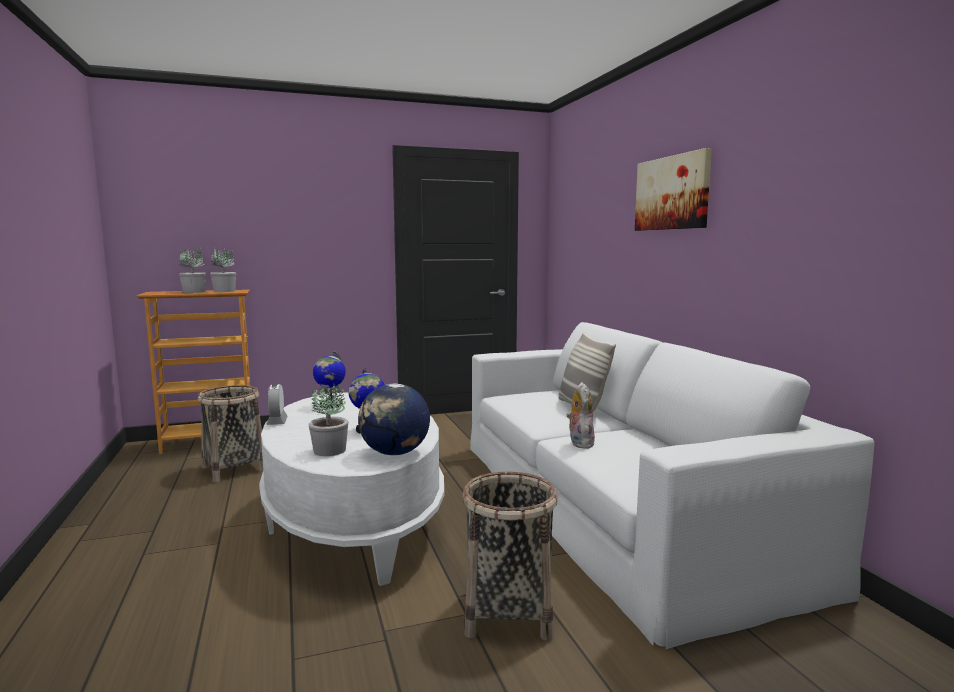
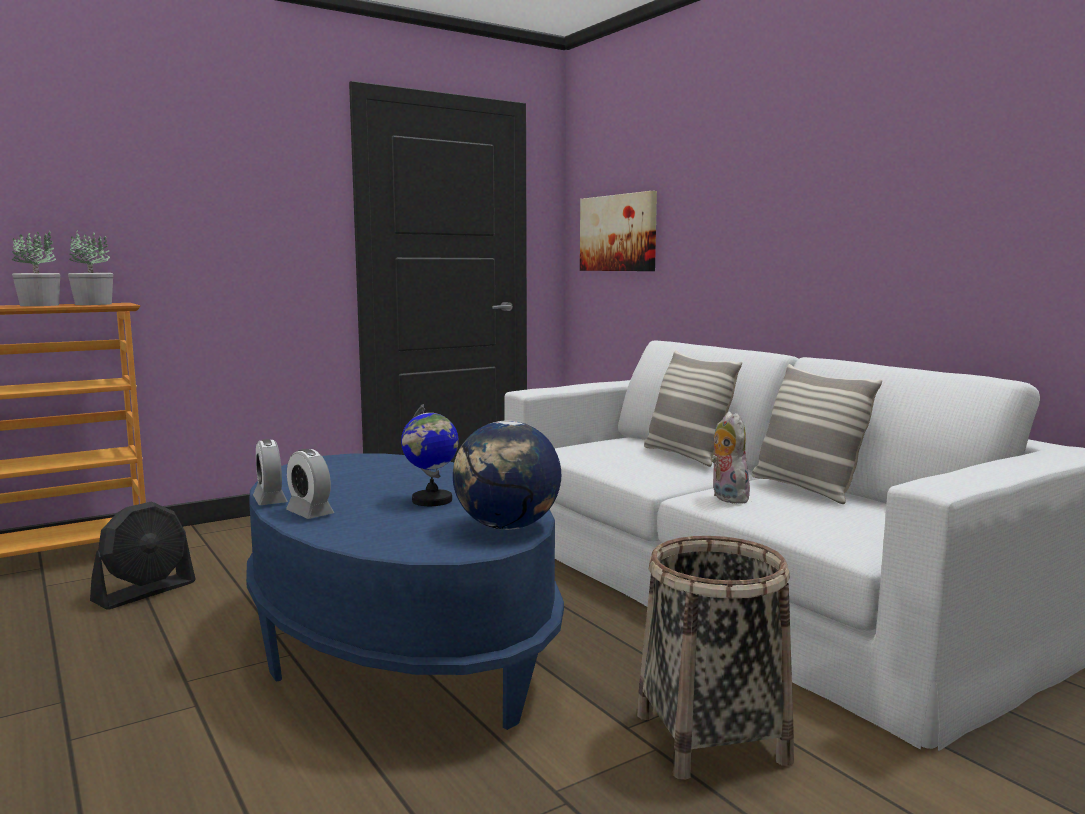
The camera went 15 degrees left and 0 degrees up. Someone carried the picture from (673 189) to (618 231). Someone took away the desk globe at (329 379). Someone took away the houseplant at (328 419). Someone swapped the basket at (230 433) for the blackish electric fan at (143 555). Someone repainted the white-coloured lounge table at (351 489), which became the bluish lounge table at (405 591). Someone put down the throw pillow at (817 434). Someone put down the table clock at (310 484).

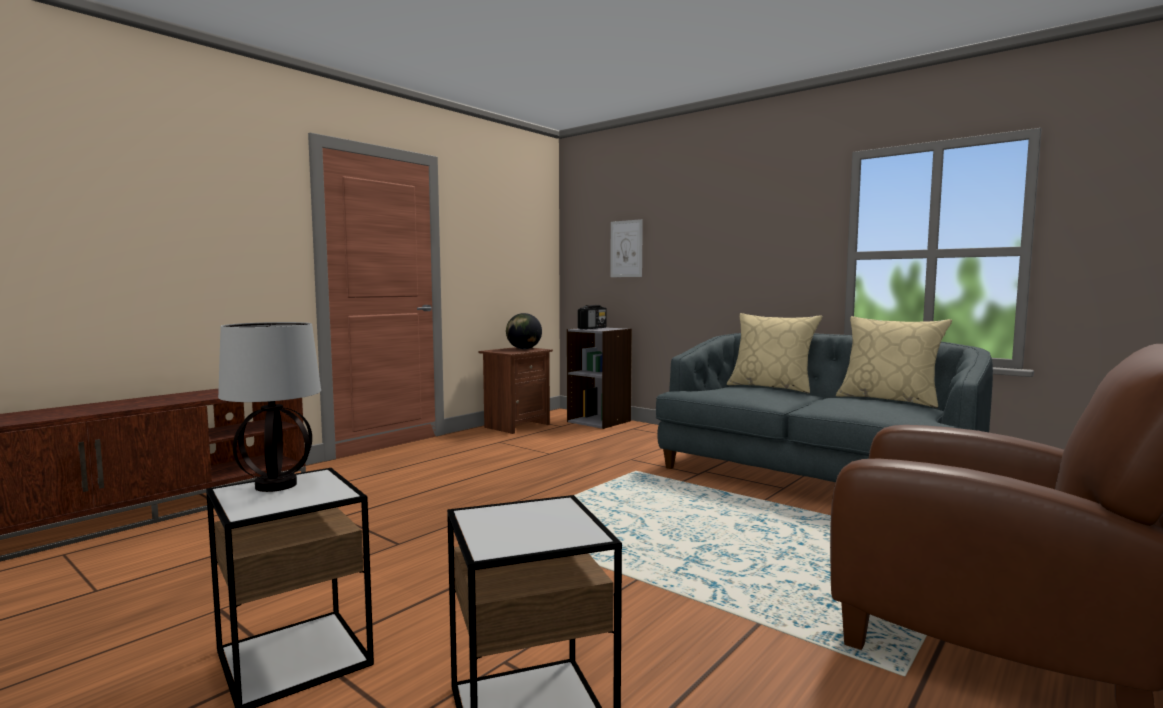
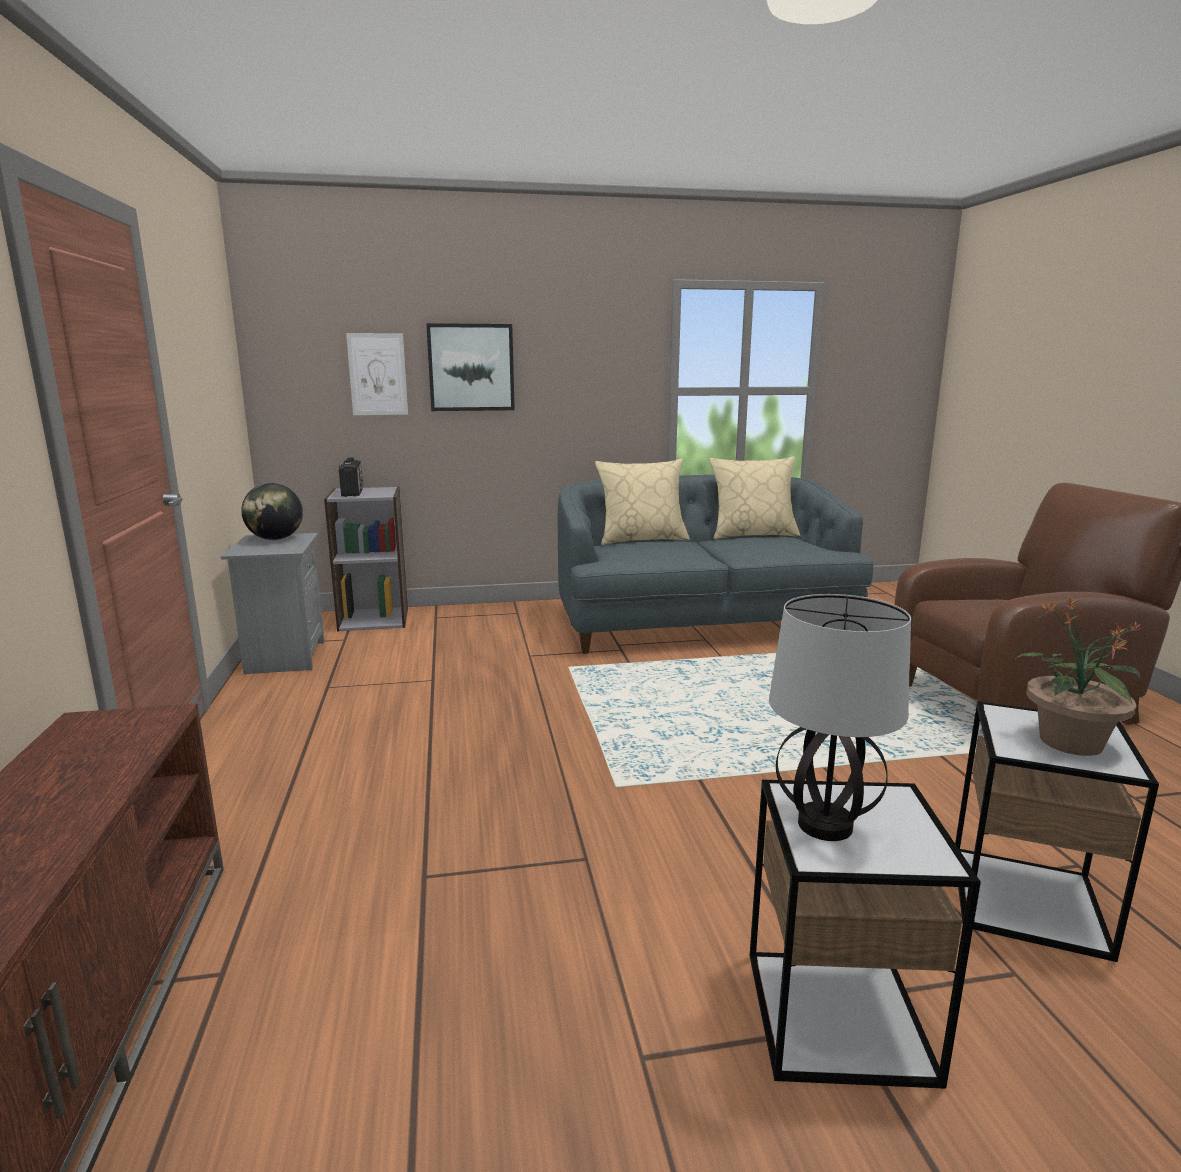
The camera went 50 degrees left and 10 degrees up. Someone repainted the brown-coloured bedside table at (515 390), which became the grey bedside table at (273 603). Someone put up the picture at (470 367). Someone put down the houseplant at (1077 676).

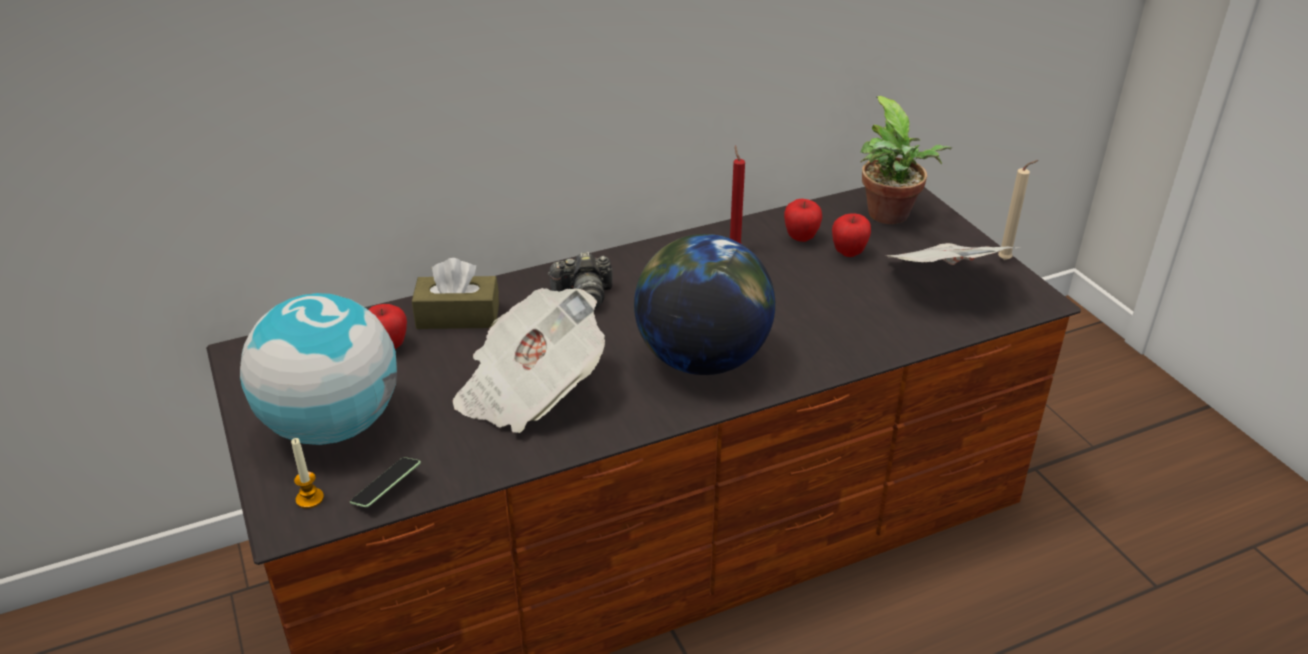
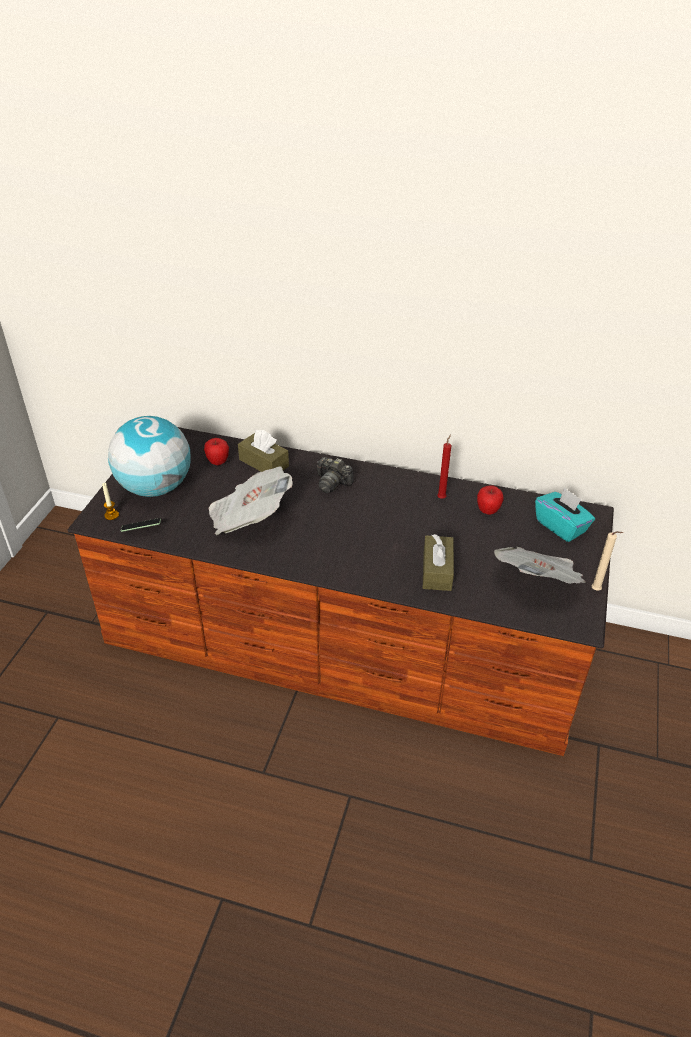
The camera went 40 degrees right and 5 degrees up. Someone swapped the houseplant at (906 160) for the blue-green tissue holder at (565 514). Someone took away the apple fruit at (851 235). Someone took away the desk globe at (704 304). Someone put down the brown-coloured tissue holder at (438 562).

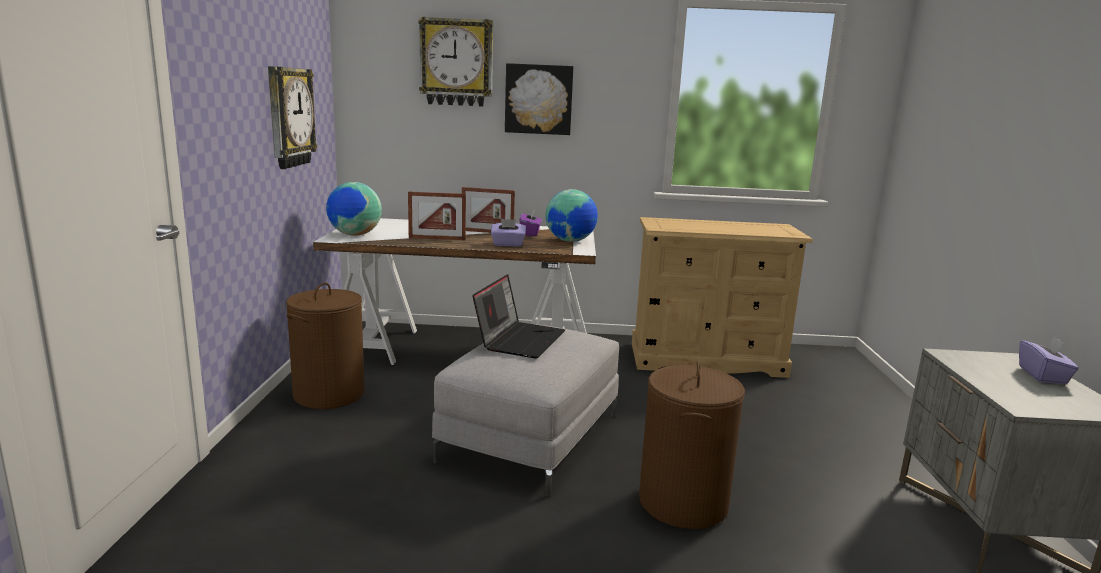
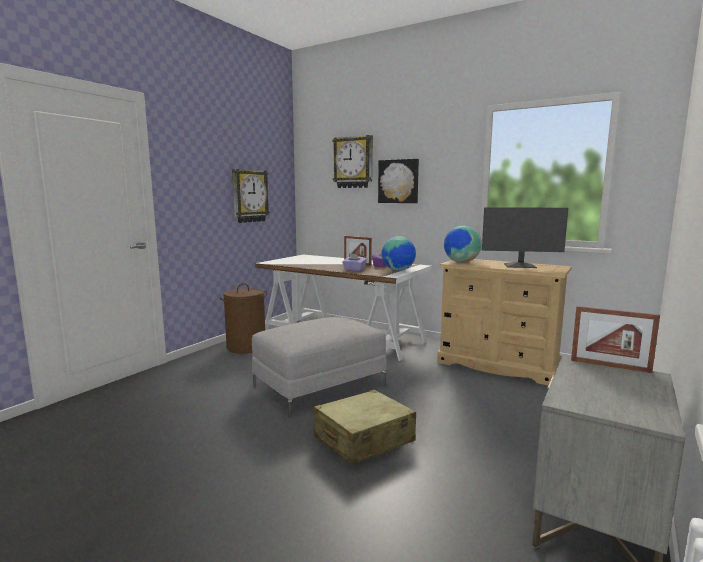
The camera went 30 degrees right and 5 degrees down. Someone carried the desk globe from (354 209) to (463 244). Someone carried the standing frame from (437 216) to (615 339). Someone took away the notebook computer at (518 316). Someone took away the purple tissue holder at (1049 360). Someone swapped the brown-coloured laundry basket at (692 445) for the beige piece of luggage at (364 428). Someone put down the computer screen at (525 237).

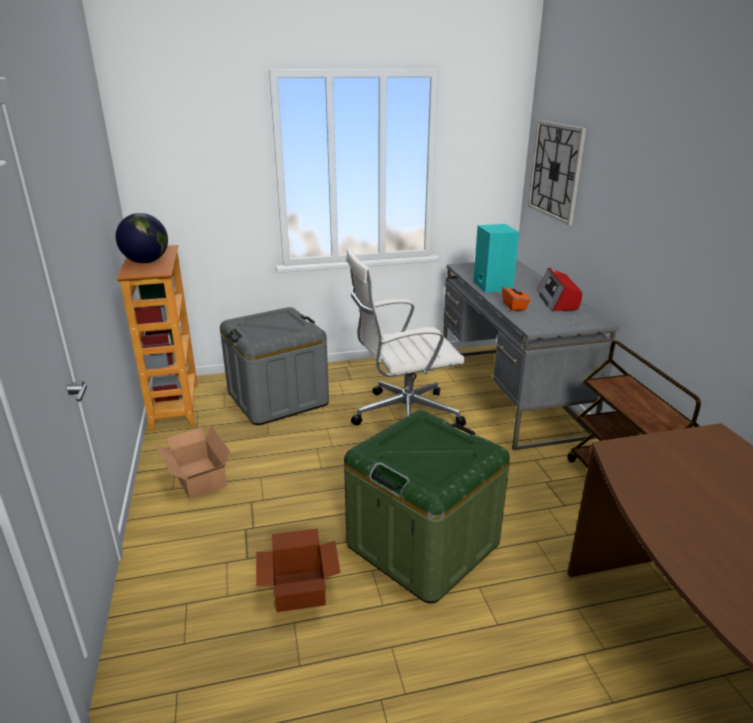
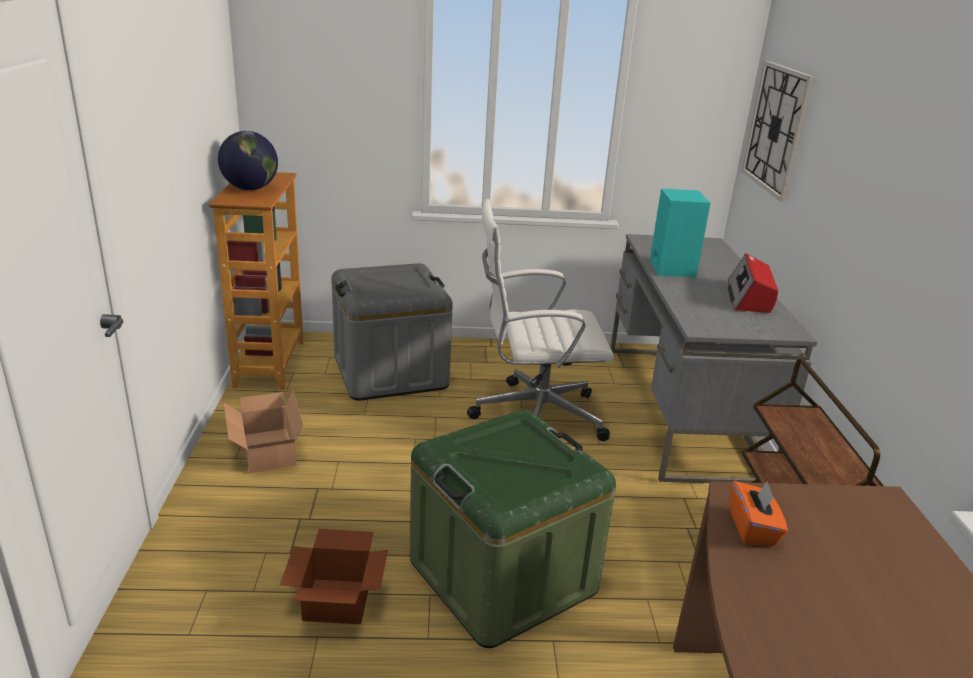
The camera went 10 degrees right and 0 degrees up. Someone carried the orangey tissue holder from (516 296) to (759 513).

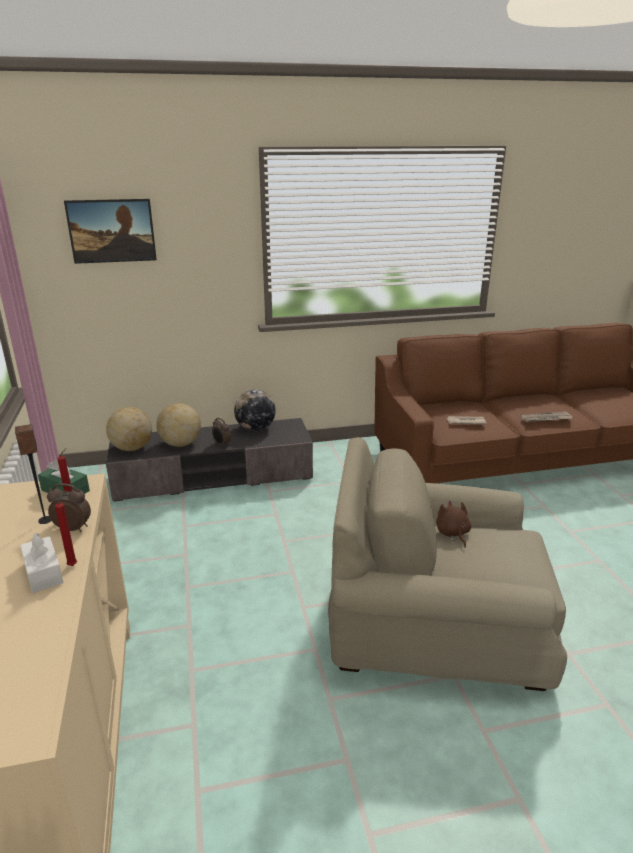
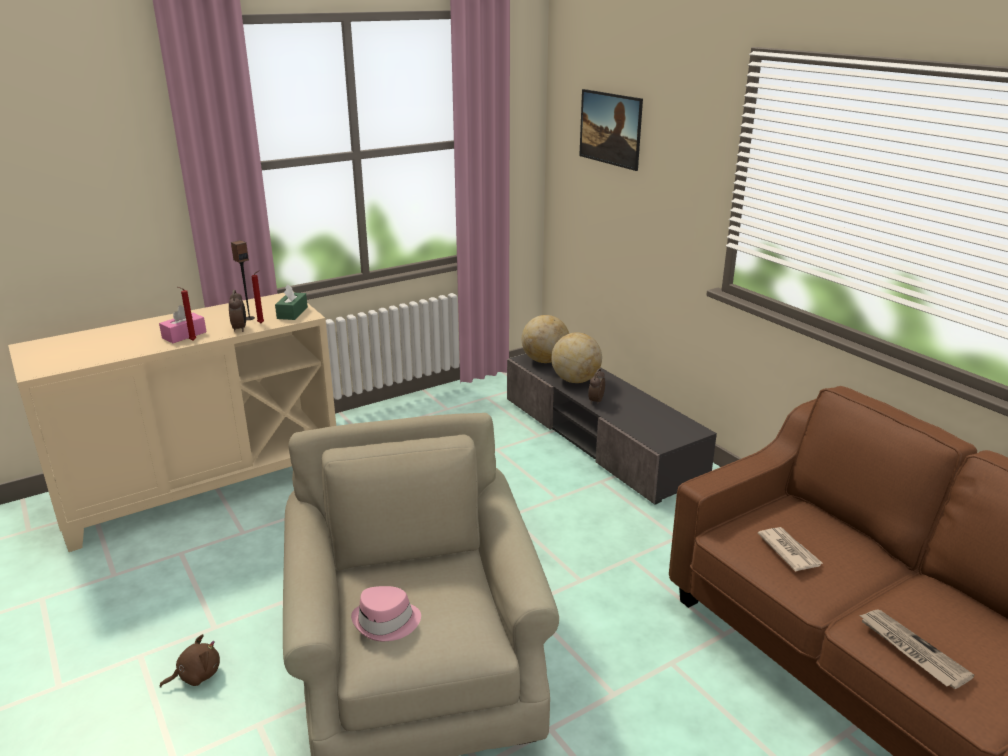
The camera went 70 degrees right and 0 degrees up. Someone took away the desk globe at (254 410). Someone carried the brown-coloured cuddly toy from (453 524) to (189 661). Someone repainted the white-coloured tissue holder at (41 563), which became the pinkish tissue holder at (182 324). Someone put down the pinkish hat at (386 613).

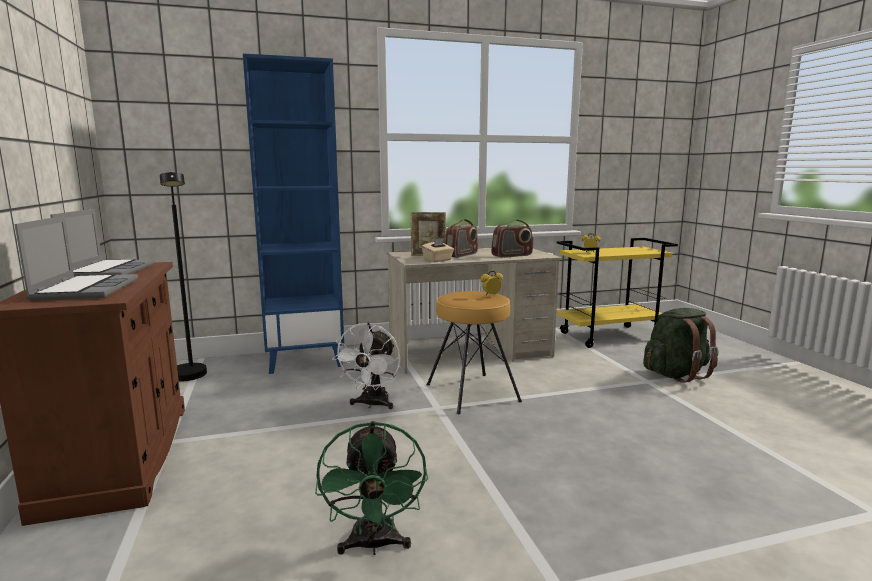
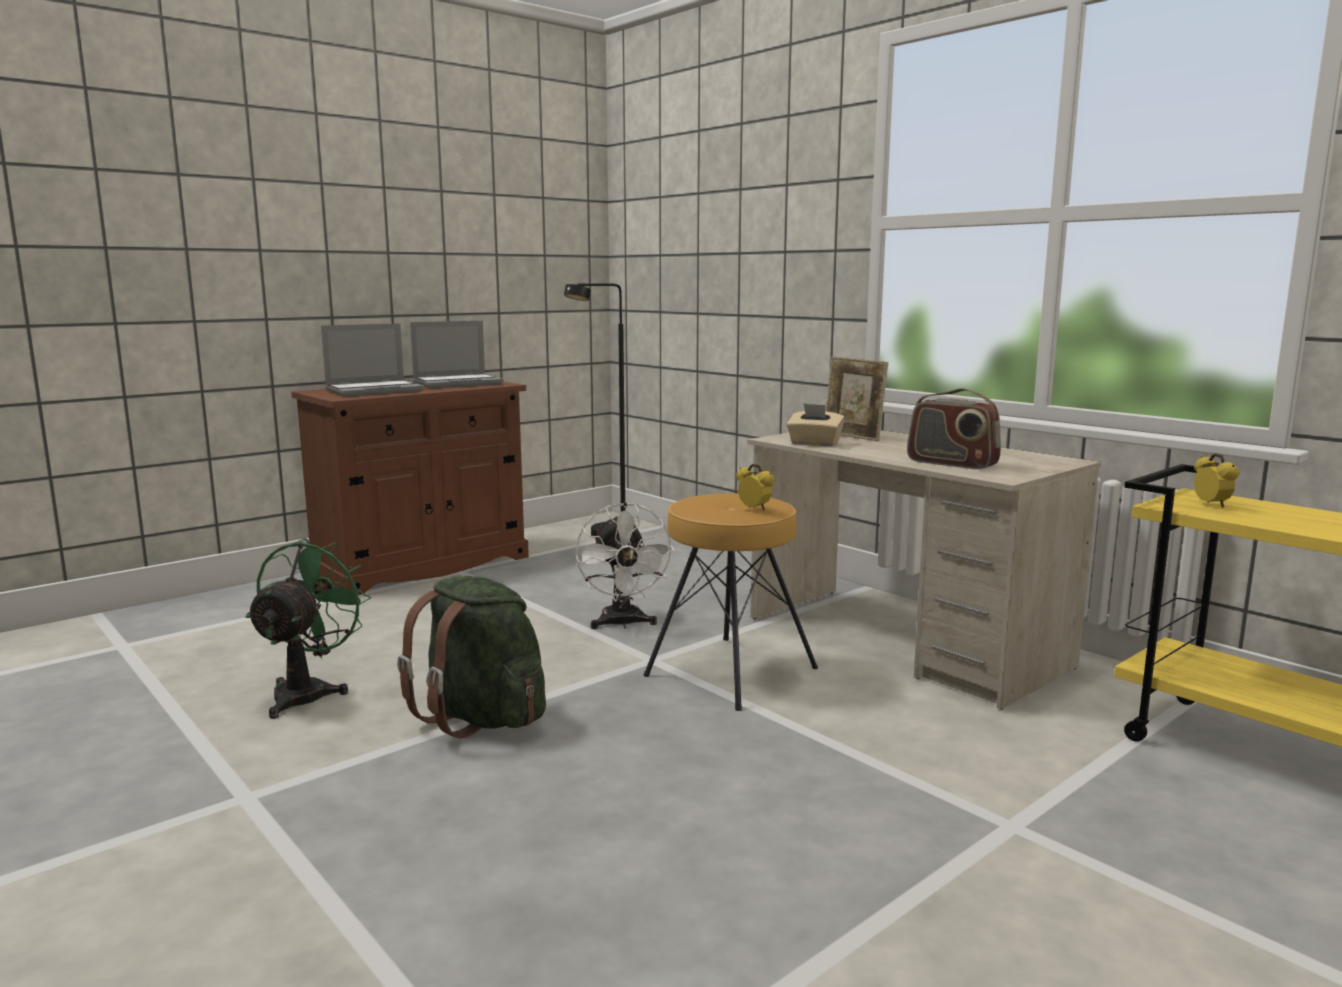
The camera went 65 degrees right and 0 degrees up. Someone took away the bluish bookshelf at (293 213). Someone took away the radio receiver at (461 238). Someone carried the greenish backpack from (681 345) to (471 657). Someone rotated the white-coloured electric fan at (366 365) by 90 degrees counterclockwise. Someone rotated the greenish electric fan at (371 488) by 135 degrees clockwise.

